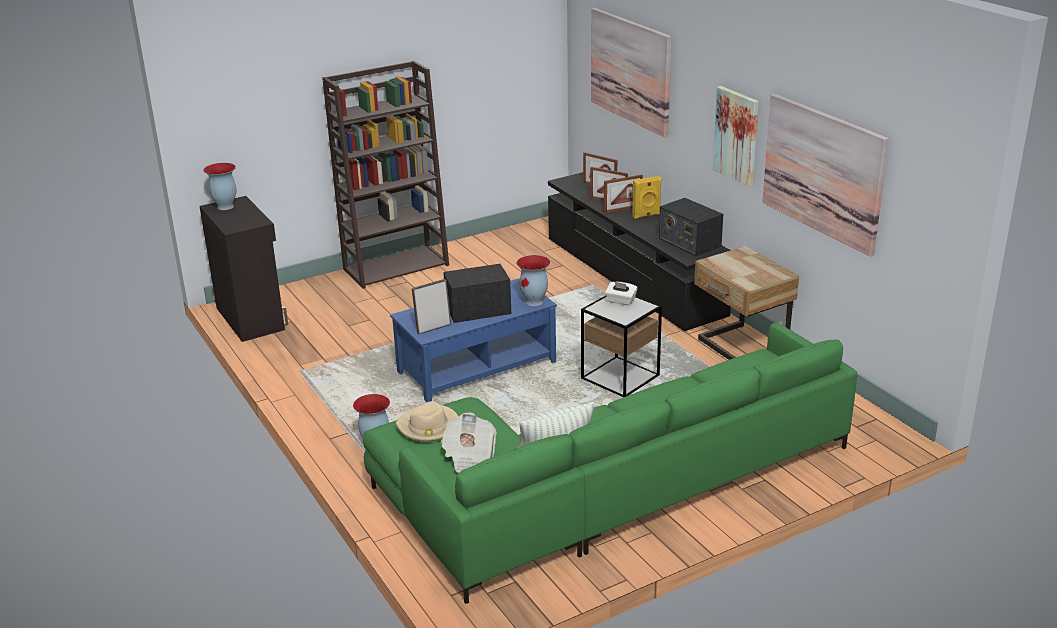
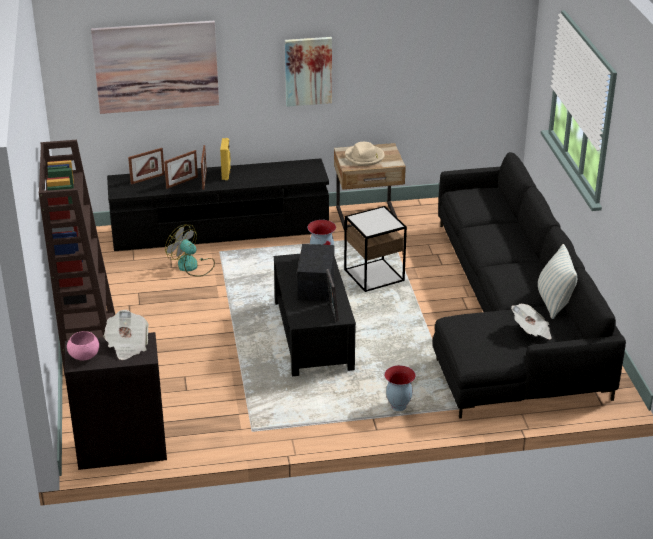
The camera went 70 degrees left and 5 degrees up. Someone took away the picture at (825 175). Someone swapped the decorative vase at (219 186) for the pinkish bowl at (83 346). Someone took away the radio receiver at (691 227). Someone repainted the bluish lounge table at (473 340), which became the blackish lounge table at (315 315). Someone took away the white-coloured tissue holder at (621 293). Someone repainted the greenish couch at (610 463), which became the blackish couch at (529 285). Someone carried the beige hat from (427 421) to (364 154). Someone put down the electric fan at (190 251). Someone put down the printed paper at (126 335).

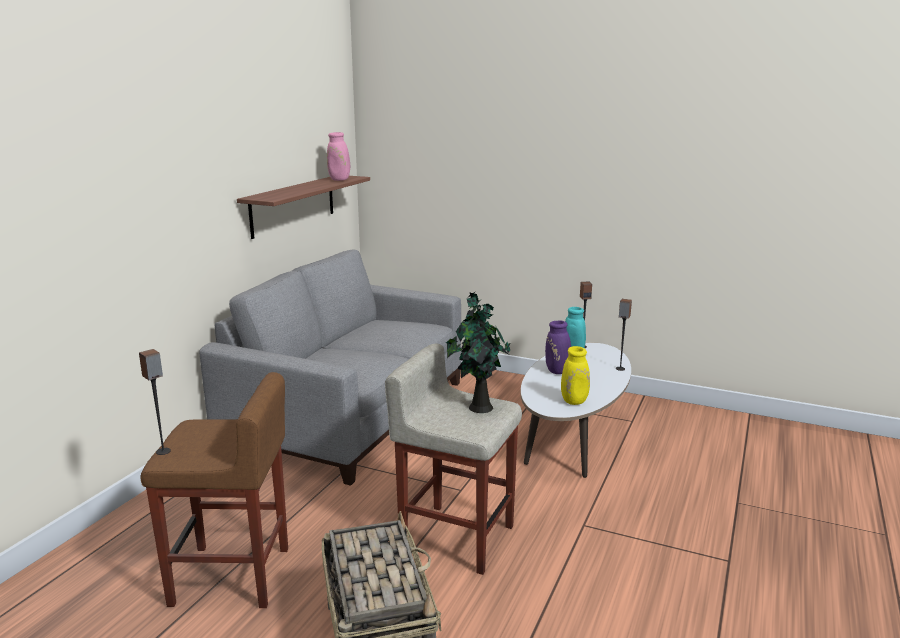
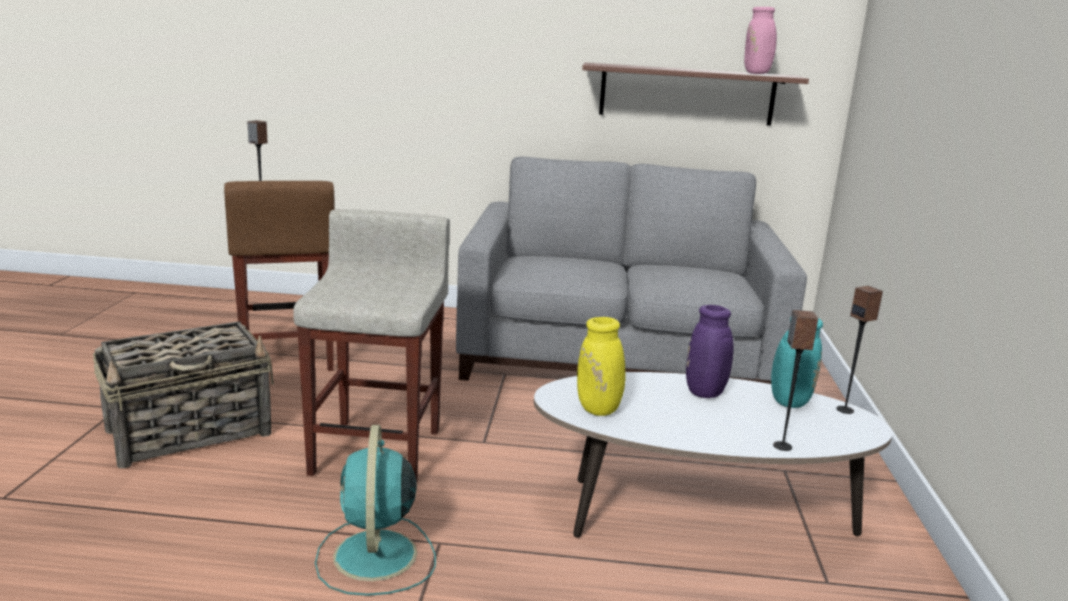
The camera went 70 degrees right and 0 degrees up. Someone took away the houseplant at (478 352). Someone put down the blue-green electric fan at (375 510).

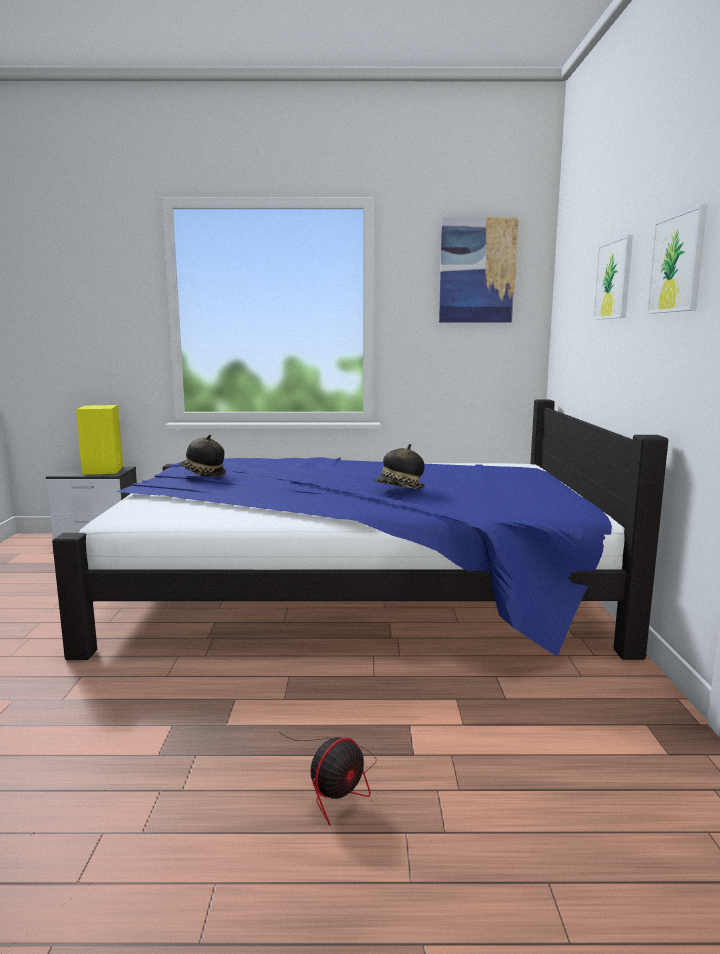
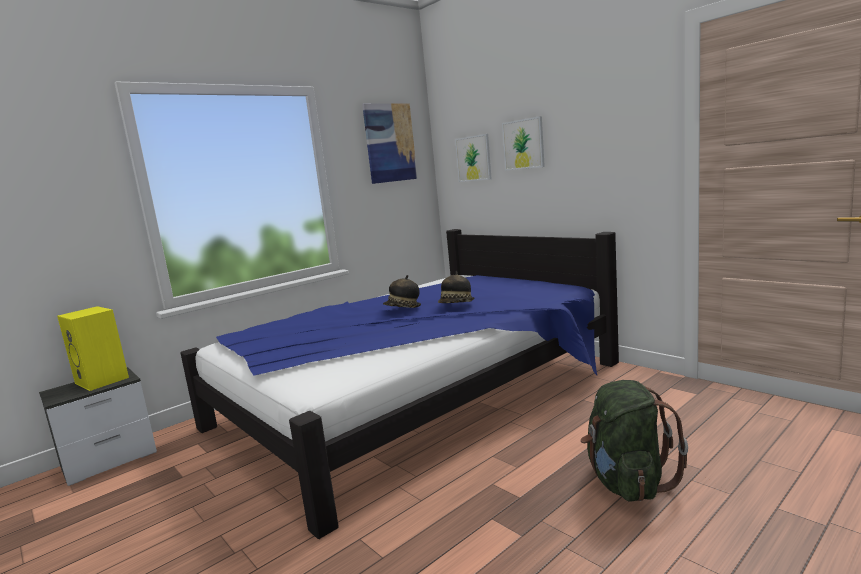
The camera went 40 degrees left and 0 degrees up. Someone carried the picture from (677 259) to (473 158). Someone carried the hat from (202 455) to (402 291). Someone swapped the electric fan at (328 779) for the greenish backpack at (634 441).

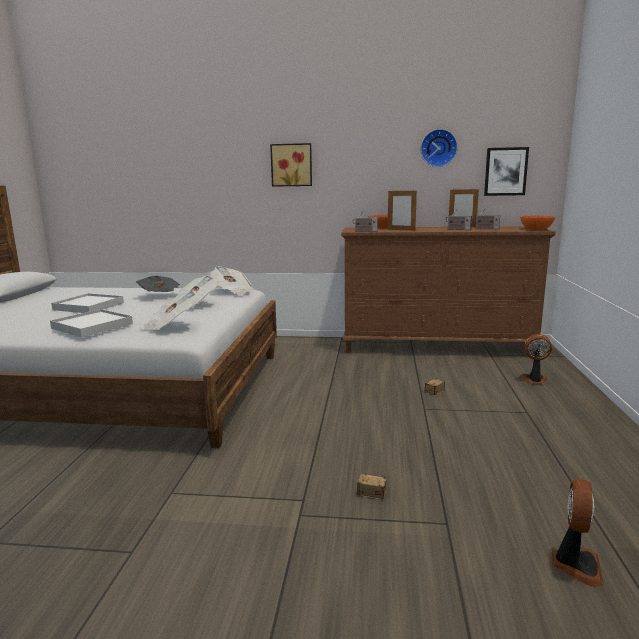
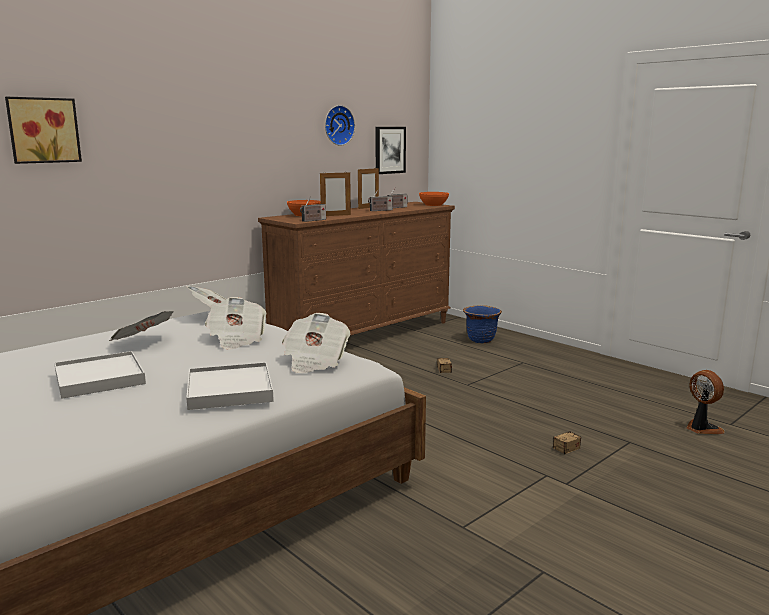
The camera went 50 degrees left and 0 degrees up. Someone carried the picture from (291 165) to (43 130). Someone swapped the electric fan at (535 359) for the bluish flower pot at (482 324).

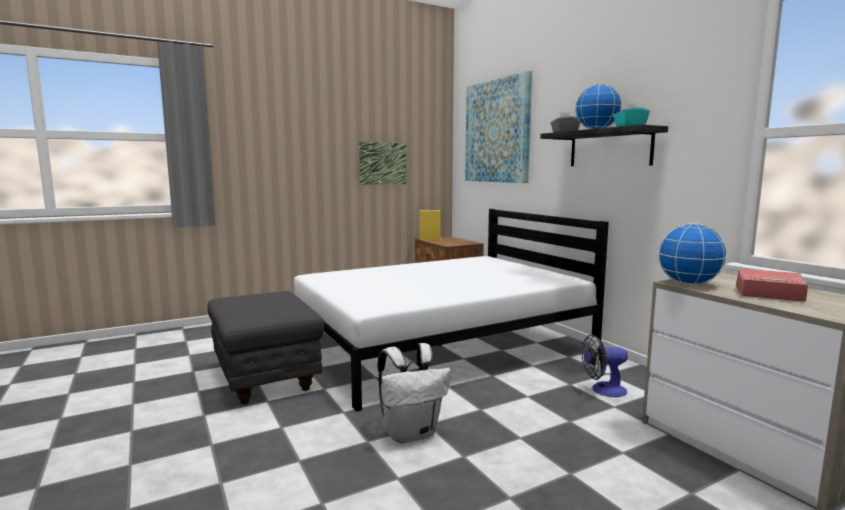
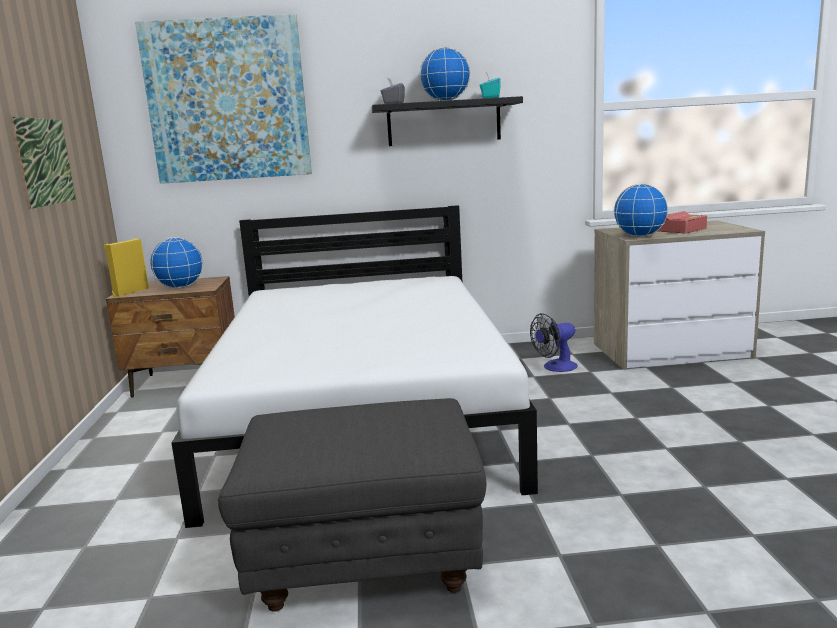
The camera went 65 degrees left and 5 degrees up. Someone rotated the electric fan at (604 365) by 45 degrees clockwise. Someone took away the white-coloured backpack at (414 393). Someone put down the desk globe at (176 262).

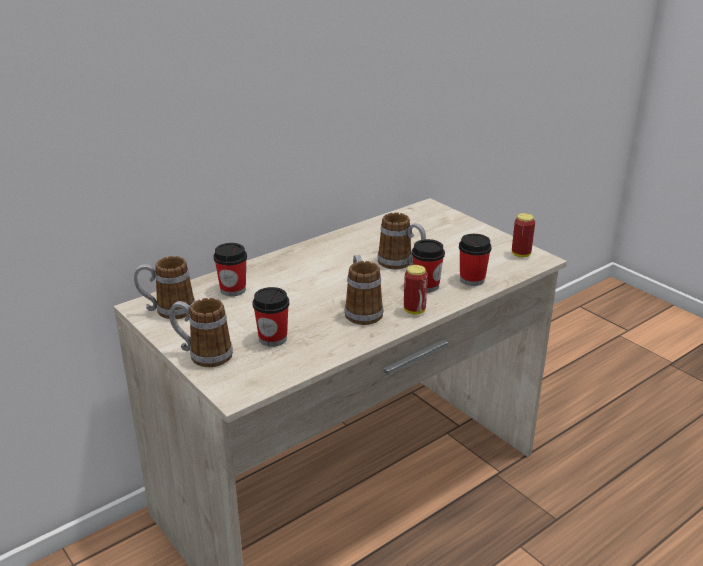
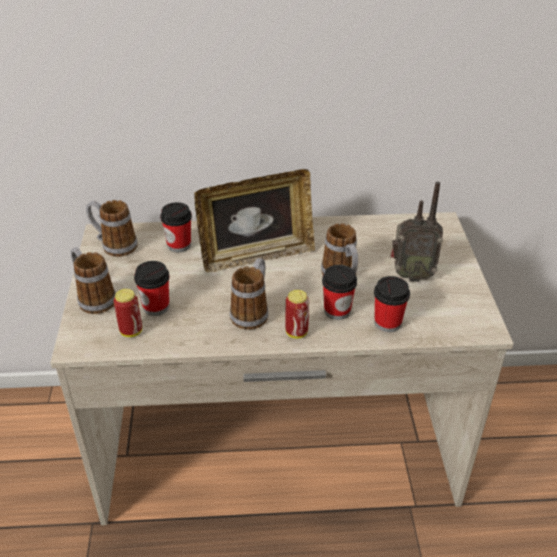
The camera went 35 degrees right and 10 degrees up. Someone carried the metal can from (523 235) to (128 313). Someone put down the standing frame at (254 220). Someone put down the radio receiver at (417 232).

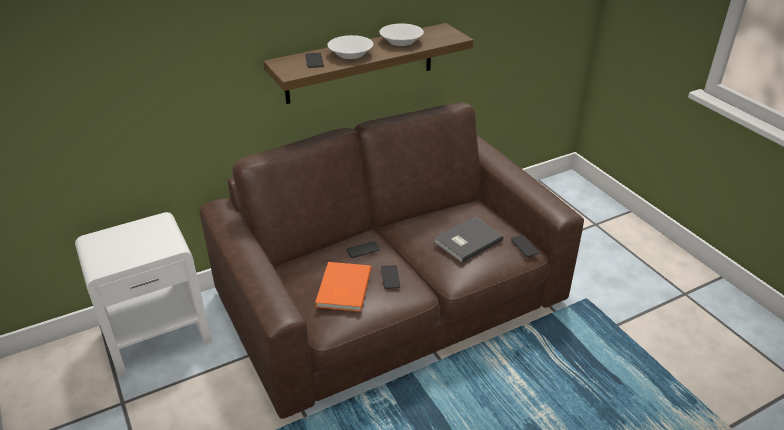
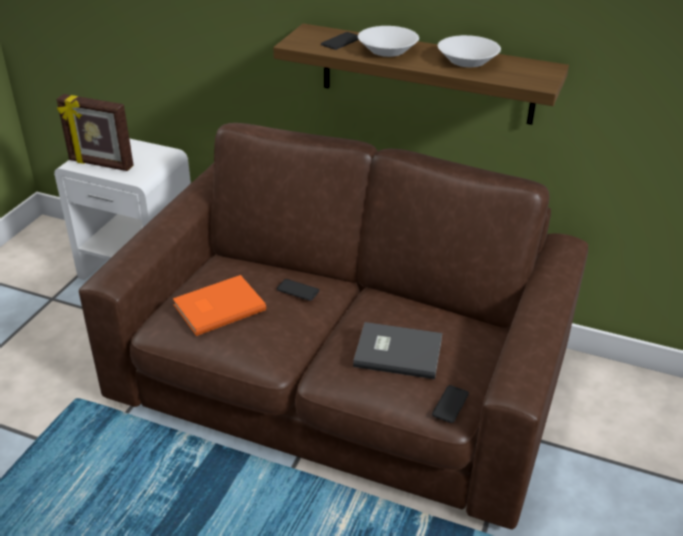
The camera went 50 degrees right and 0 degrees up. Someone took away the phone at (390 277). Someone put down the standing frame at (95 132).

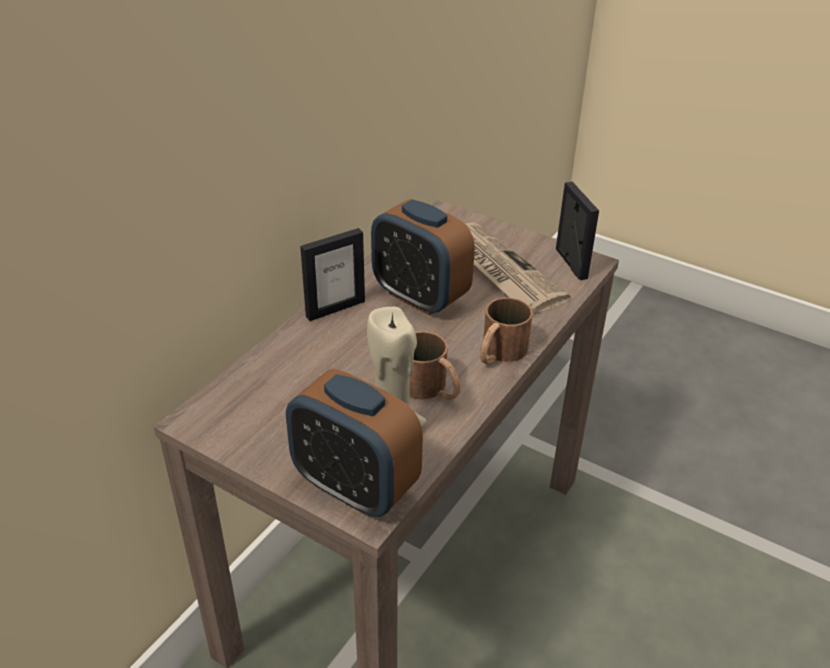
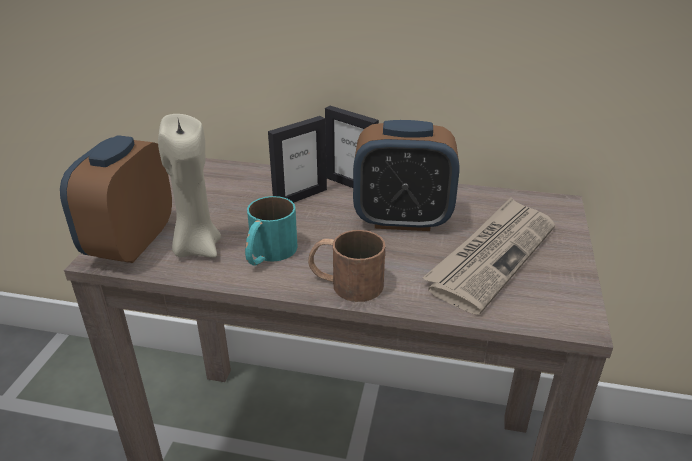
The camera went 70 degrees right and 5 degrees down. Someone carried the standing frame from (577 231) to (297 159). Someone rotated the table clock at (423 257) by 105 degrees counterclockwise. Someone repainted the brown-coloured coffee mug at (434 365), which became the blue-green coffee mug at (271 230).

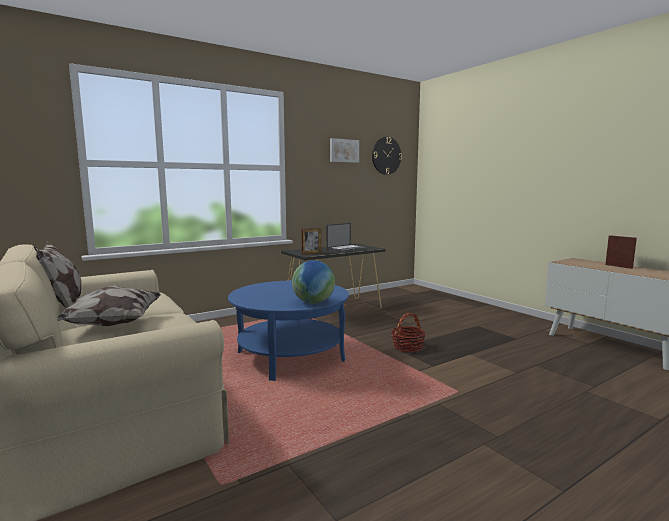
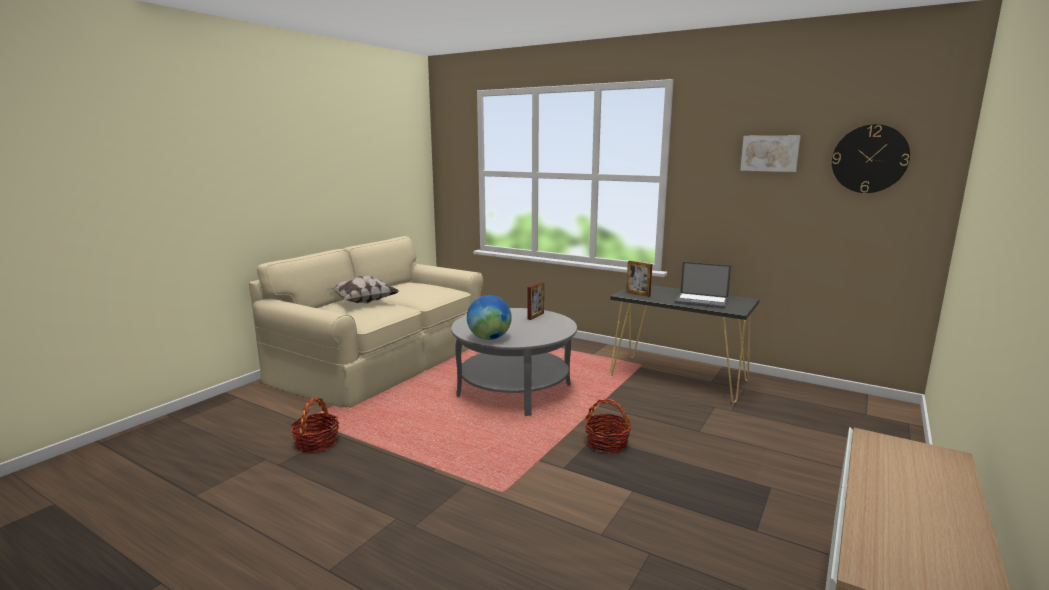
The camera went 65 degrees right and 5 degrees up. Someone carried the standing frame from (621 252) to (536 301). Someone took away the throw pillow at (58 274). Someone repainted the bluish lounge table at (288 330), which became the grey lounge table at (514 362). Someone put down the basket at (315 425).

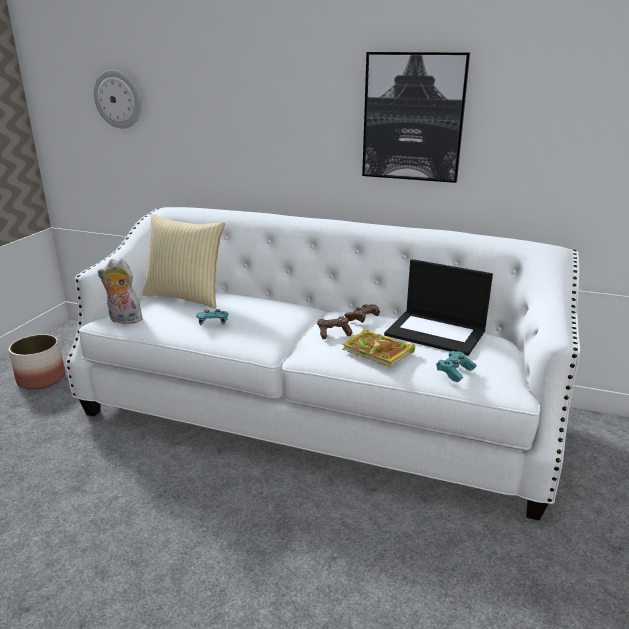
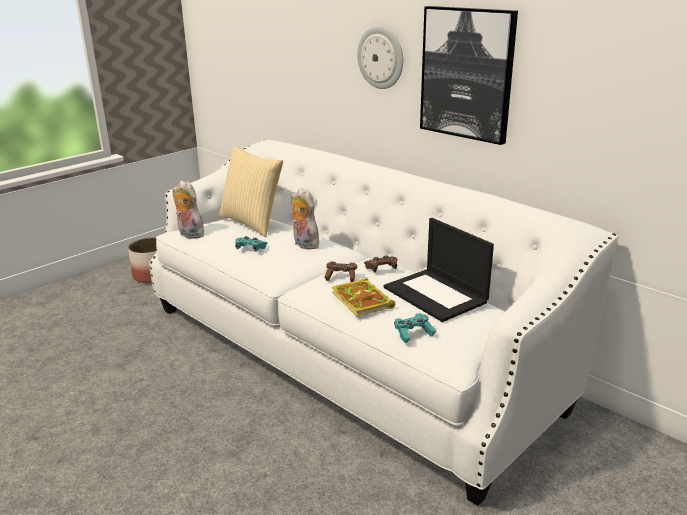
The camera went 25 degrees right and 0 degrees up. Someone carried the hanging clock from (117 99) to (380 57). Someone put down the cuddly toy at (305 219).

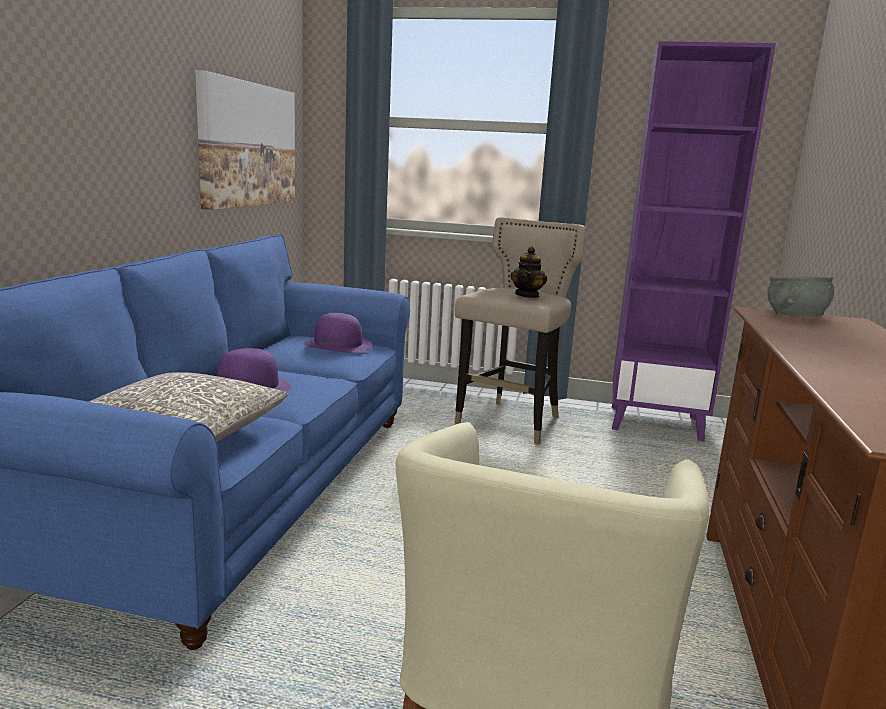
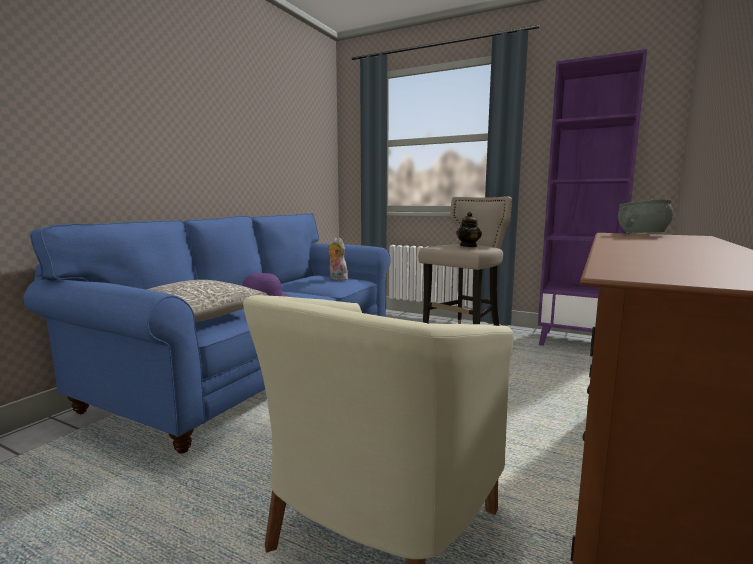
The camera went 15 degrees right and 5 degrees down. Someone took away the picture at (245 140). Someone swapped the purple hat at (338 333) for the cuddly toy at (338 259).

